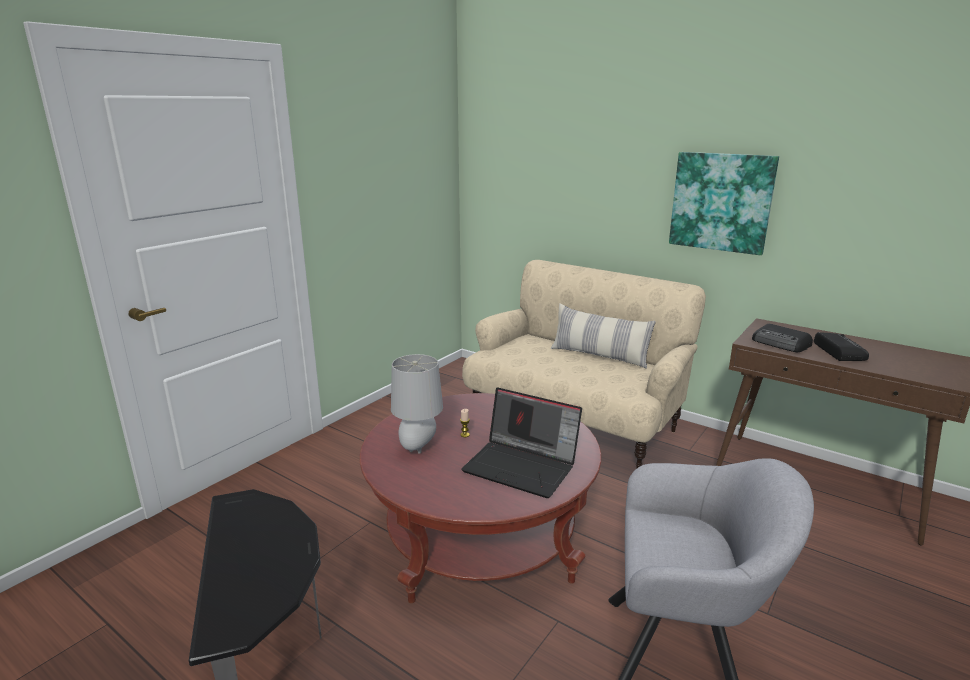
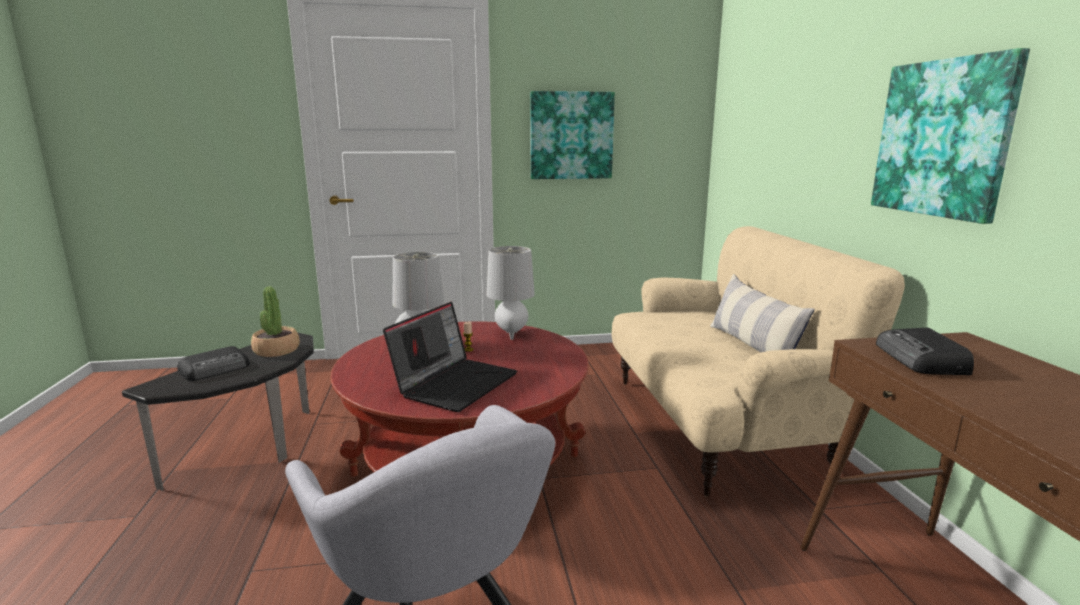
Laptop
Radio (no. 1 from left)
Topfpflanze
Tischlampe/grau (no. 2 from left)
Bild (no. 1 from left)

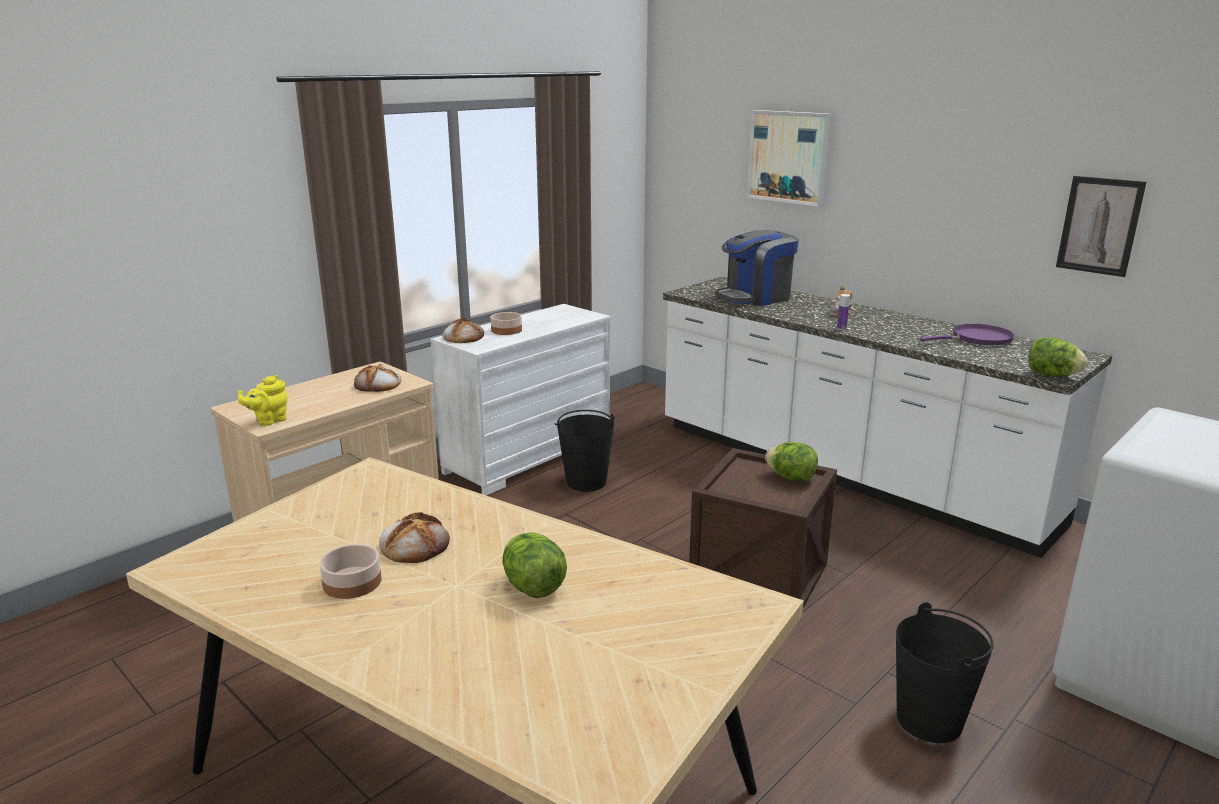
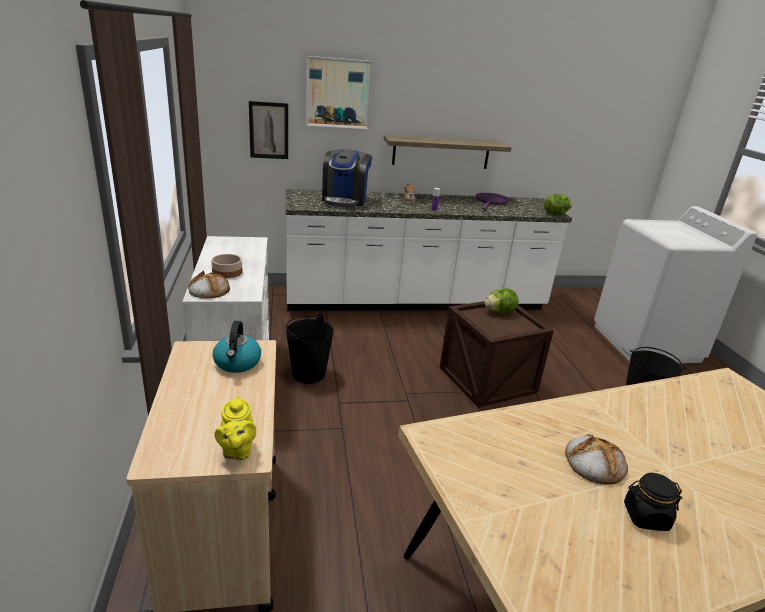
Vorratsglas/schwarz
Wasserkessel
Salatkopf (no. 1 from left in the first image)
Bild (no. 1 from left)
Wandregal

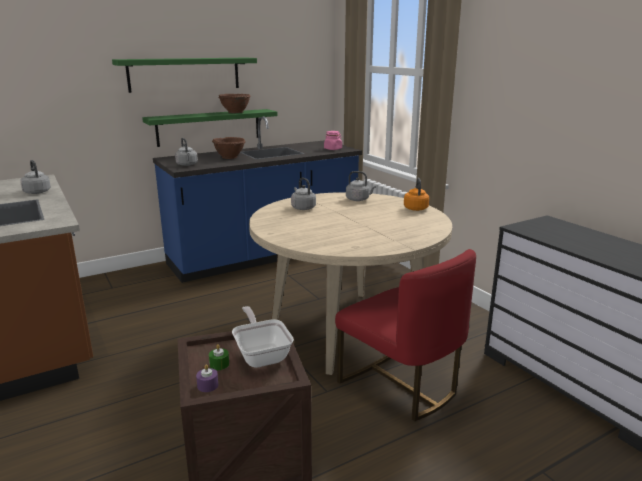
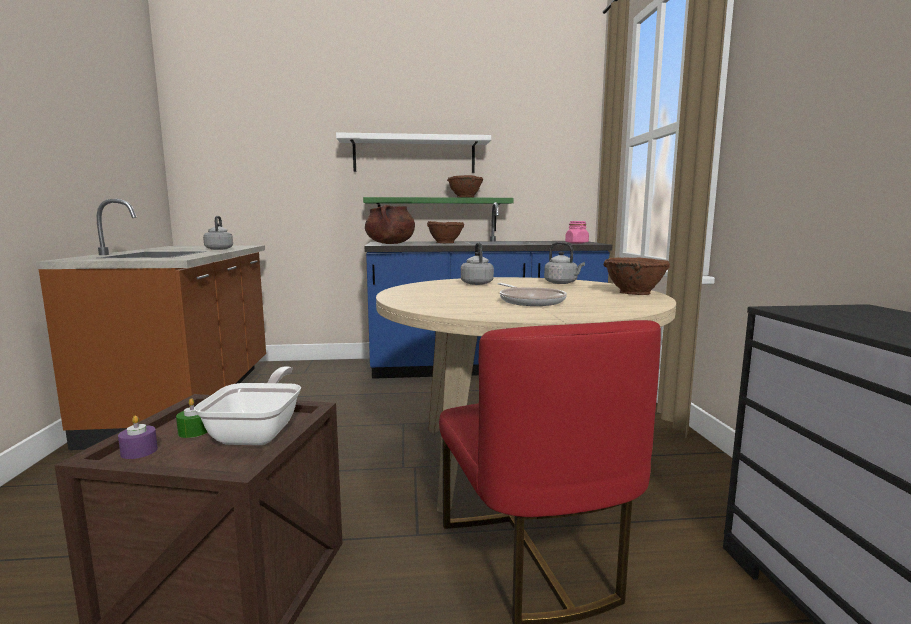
Wandregal/weiß
Kochtopf/braun
Schüssel/braun (no. 3 from left)
Pfanne (no. 2 from left)

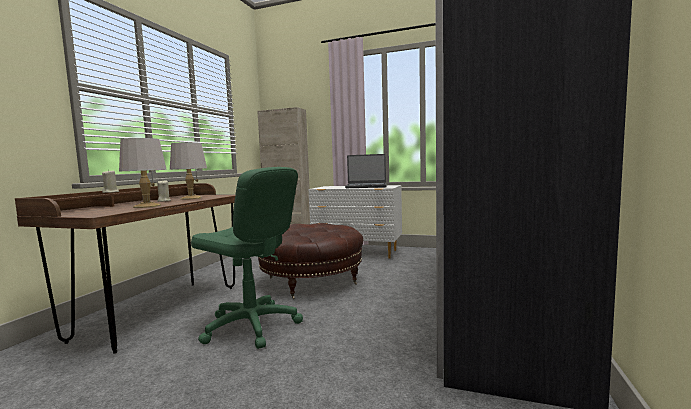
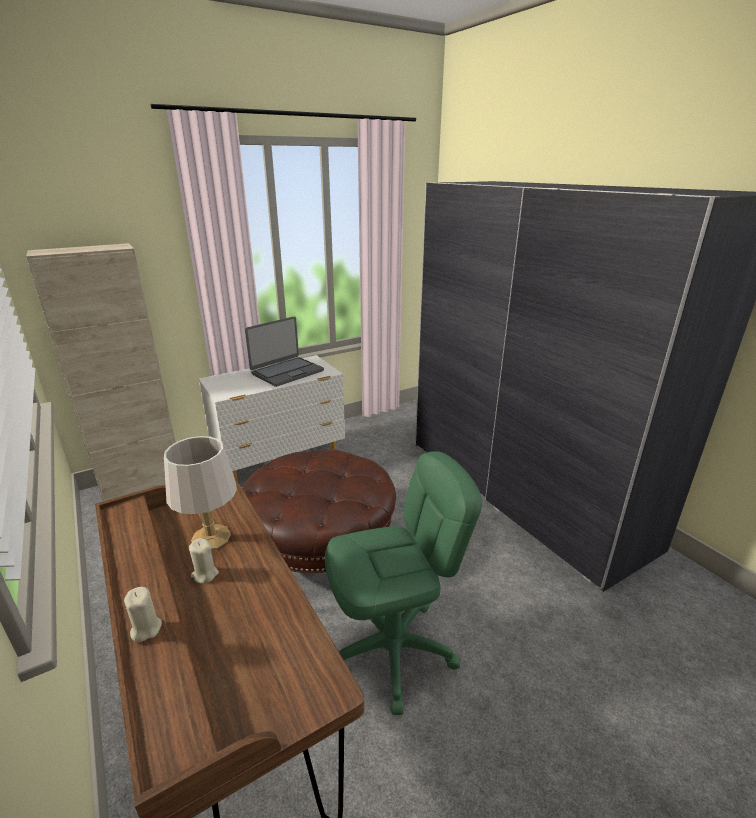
Tischlampe/grau (no. 1 from left in the first image)

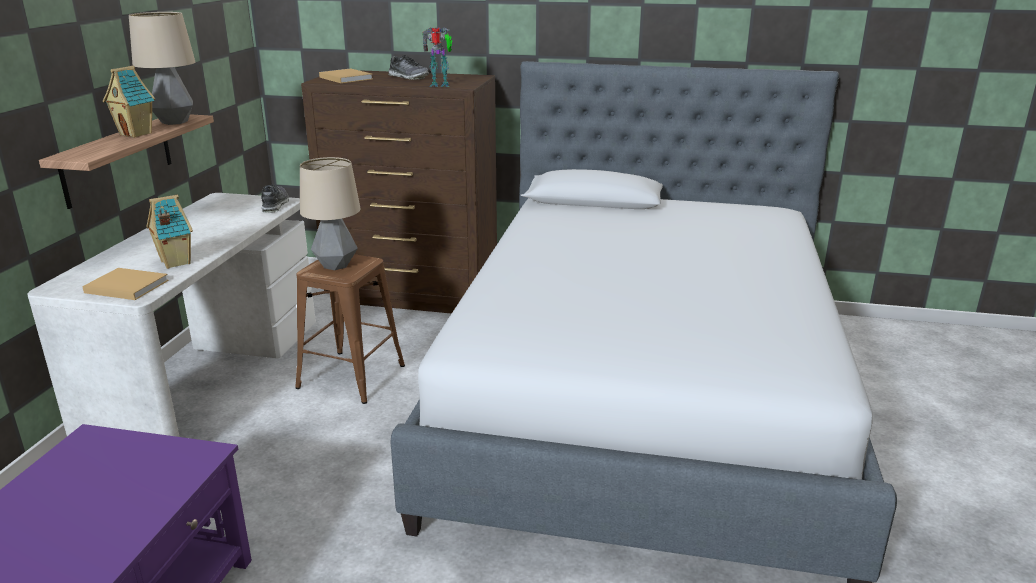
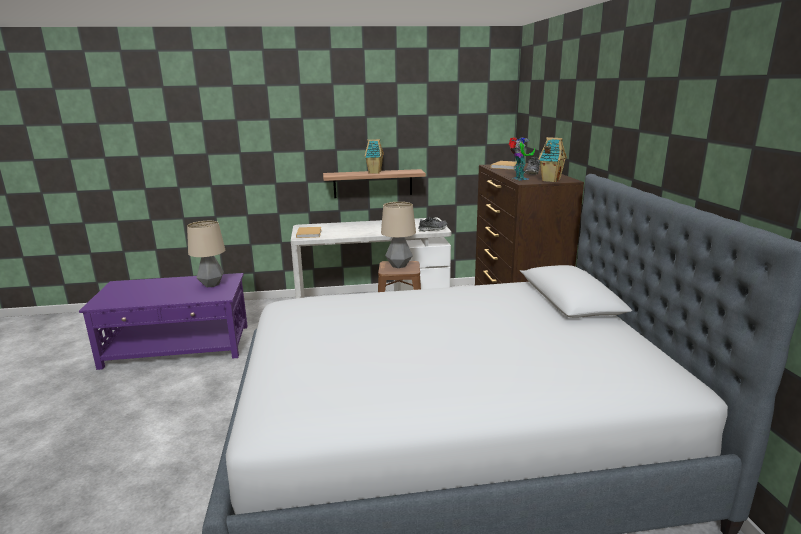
Tischlampe (no. 1 from left)
Spielzeughaus (no. 2 from left)

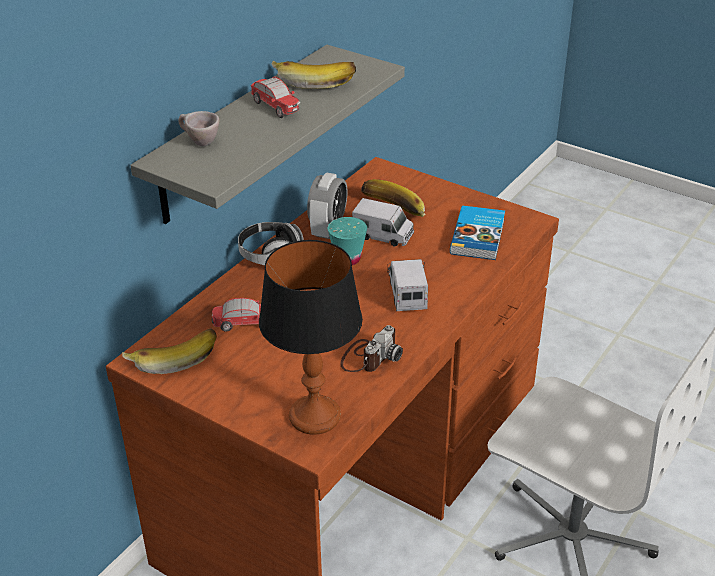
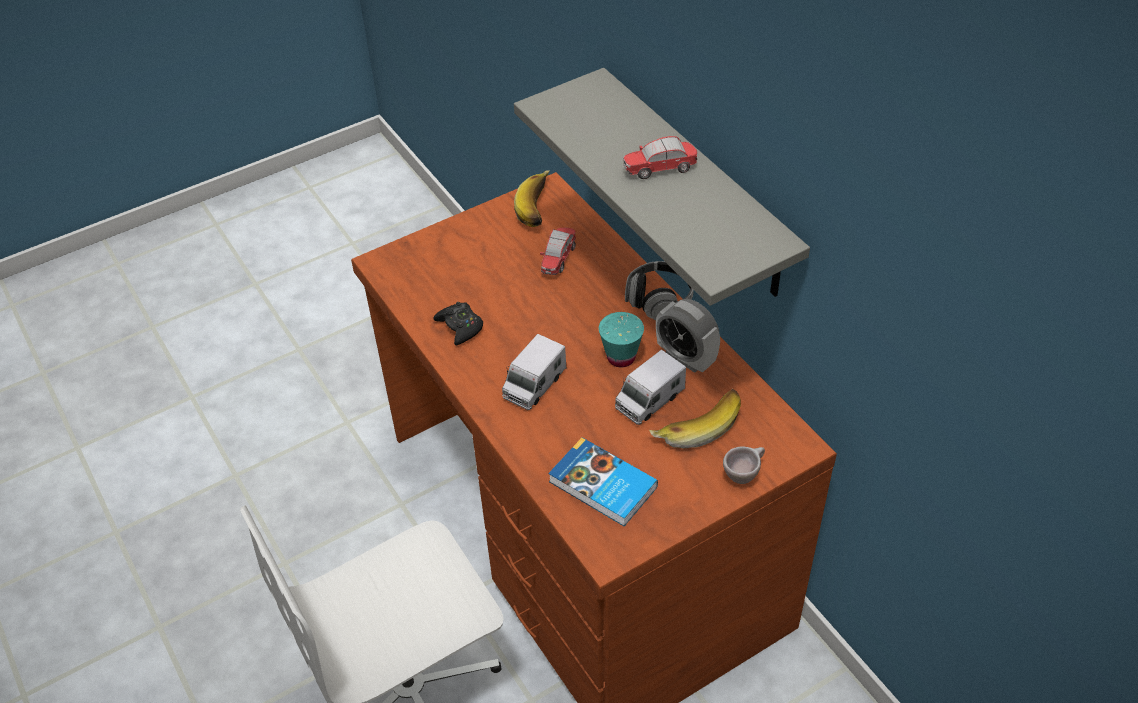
Tasse/beige
Tischlampe
Banane (no. 2 from left in the first image)
Gamepad/schwarz
Spielzeuglaster (no. 1 from left)

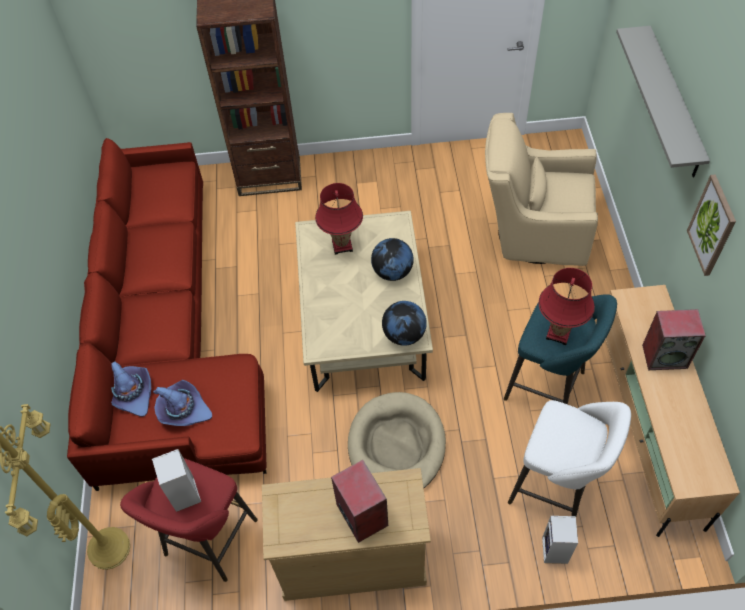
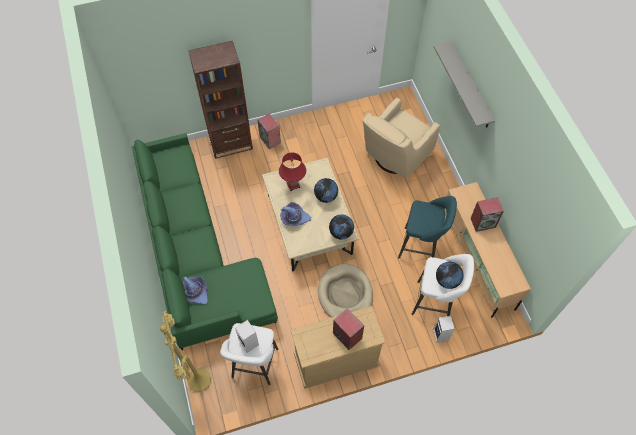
Sofa/grün
Hocker/weiß (no. 1 from left)
Hut/lila (no. 2 from left)
Sessel/beige
Tischlampe/rot (no. 2 from left in the first image)
Bild
Lautsprecher (no. 2 from left)
Globus (no. 3 from left)

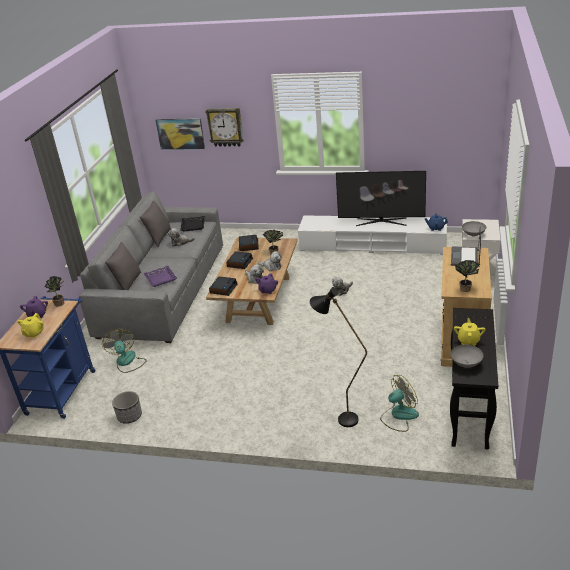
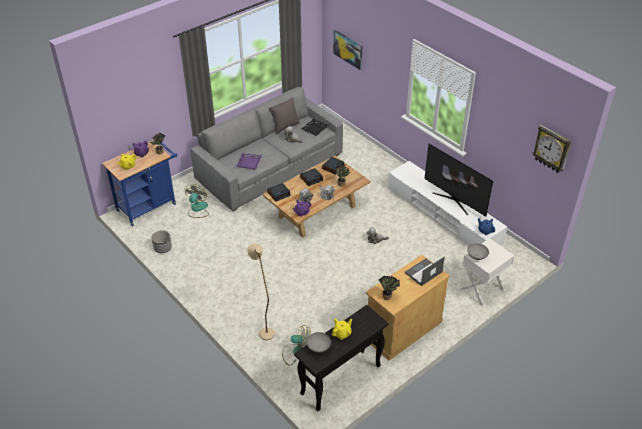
Kissen/grau (no. 1 from left in the first image)
Wanduhr
Stehlampe/beige

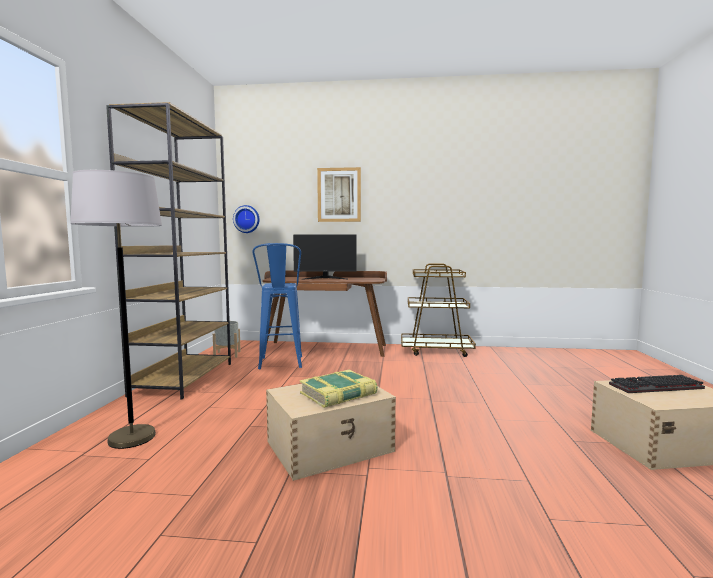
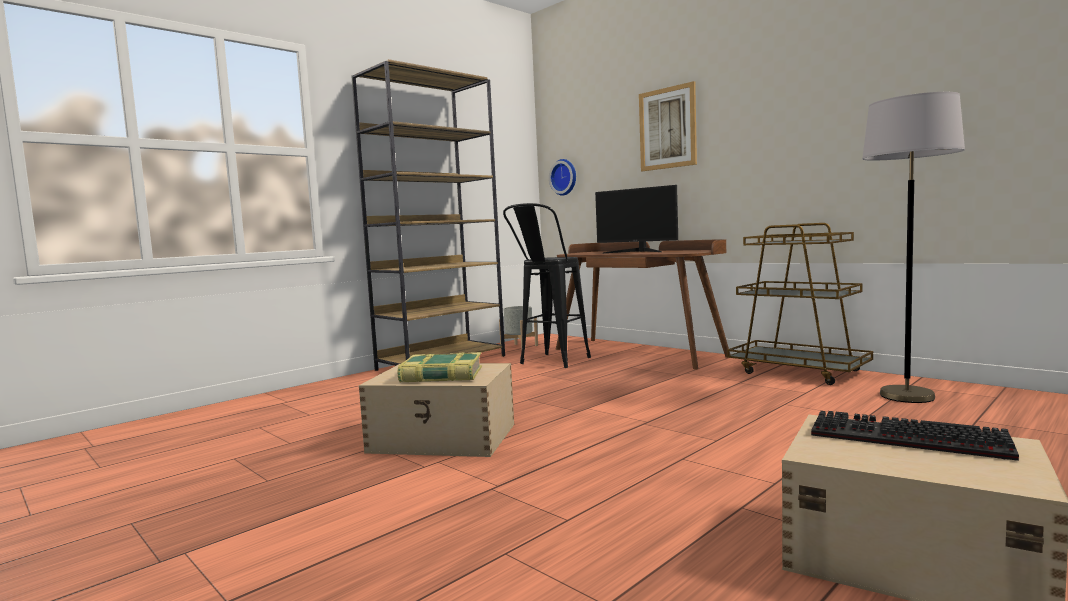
Stehlampe/grau
Hocker/schwarz

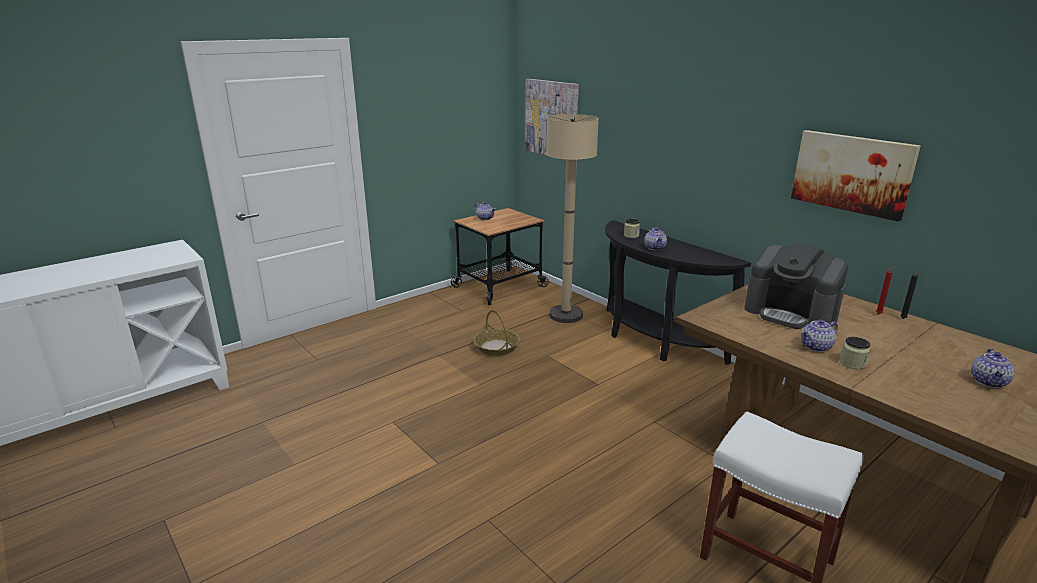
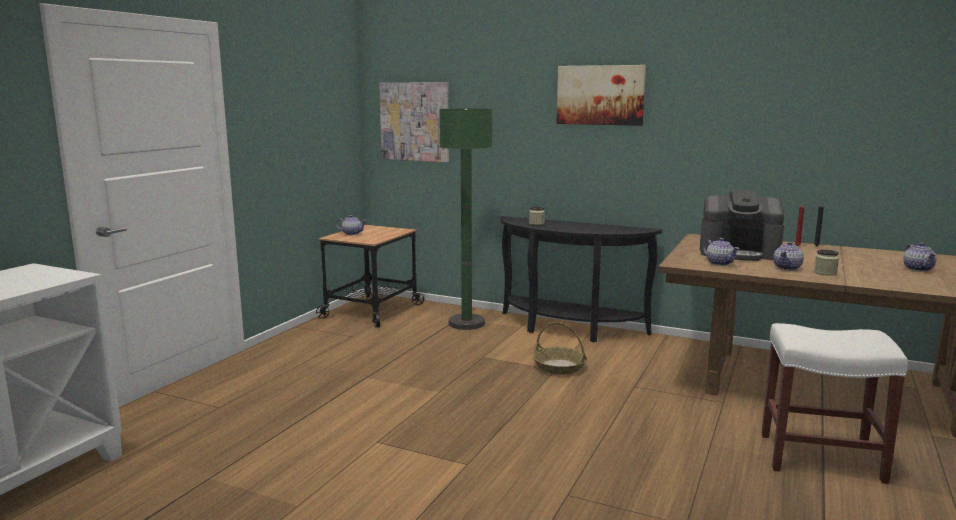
Korb
Stehlampe/grün
Teekanne (no. 2 from left)
Bild (no. 2 from left)

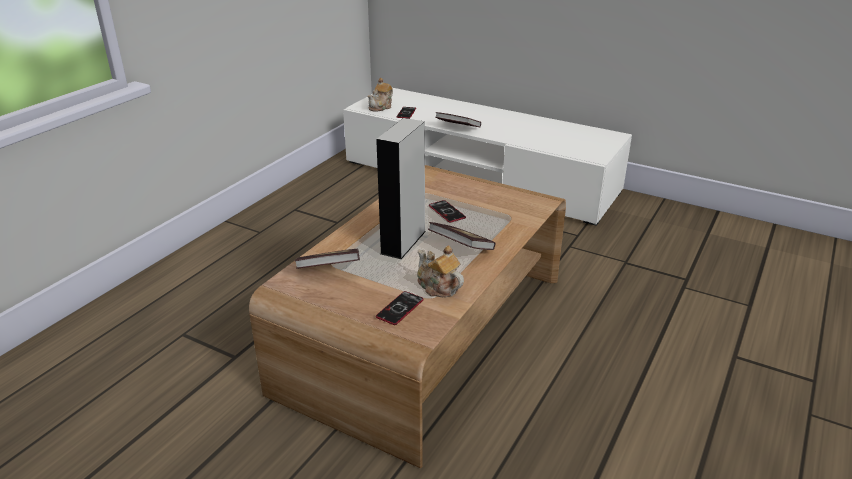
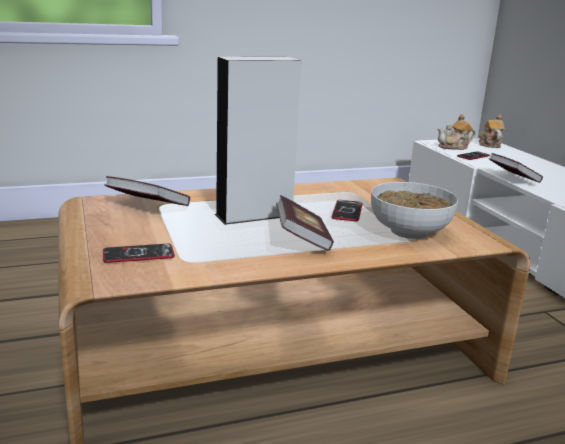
Teekanne (no. 2 from left)
Schüssel

